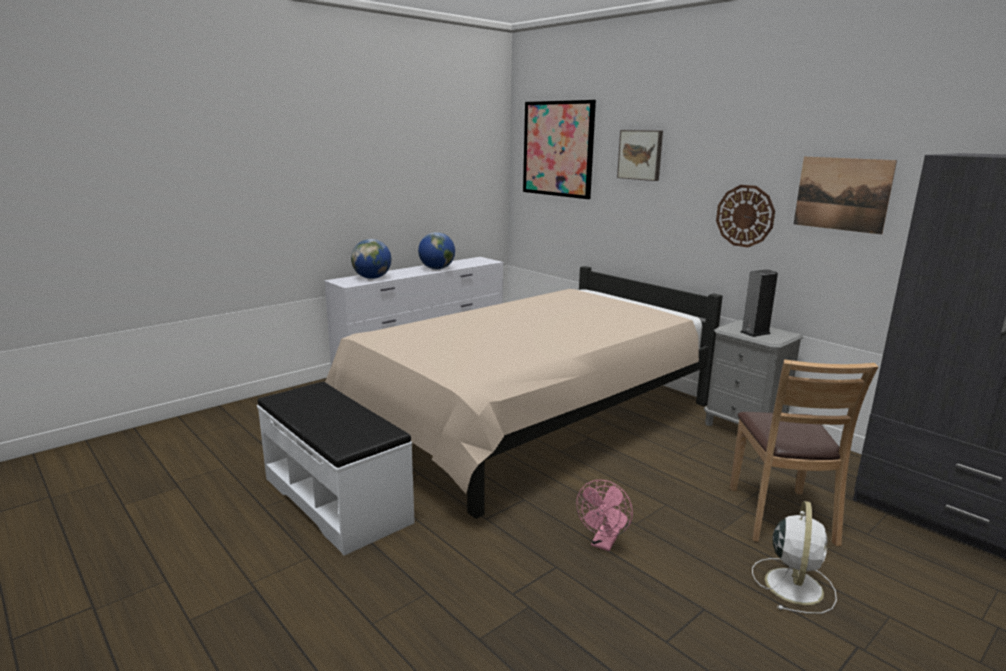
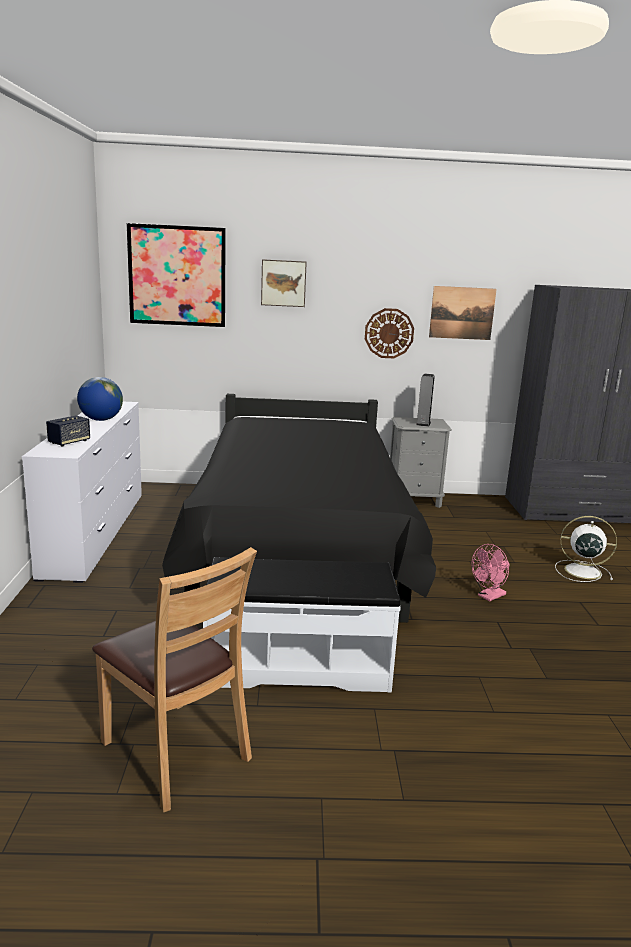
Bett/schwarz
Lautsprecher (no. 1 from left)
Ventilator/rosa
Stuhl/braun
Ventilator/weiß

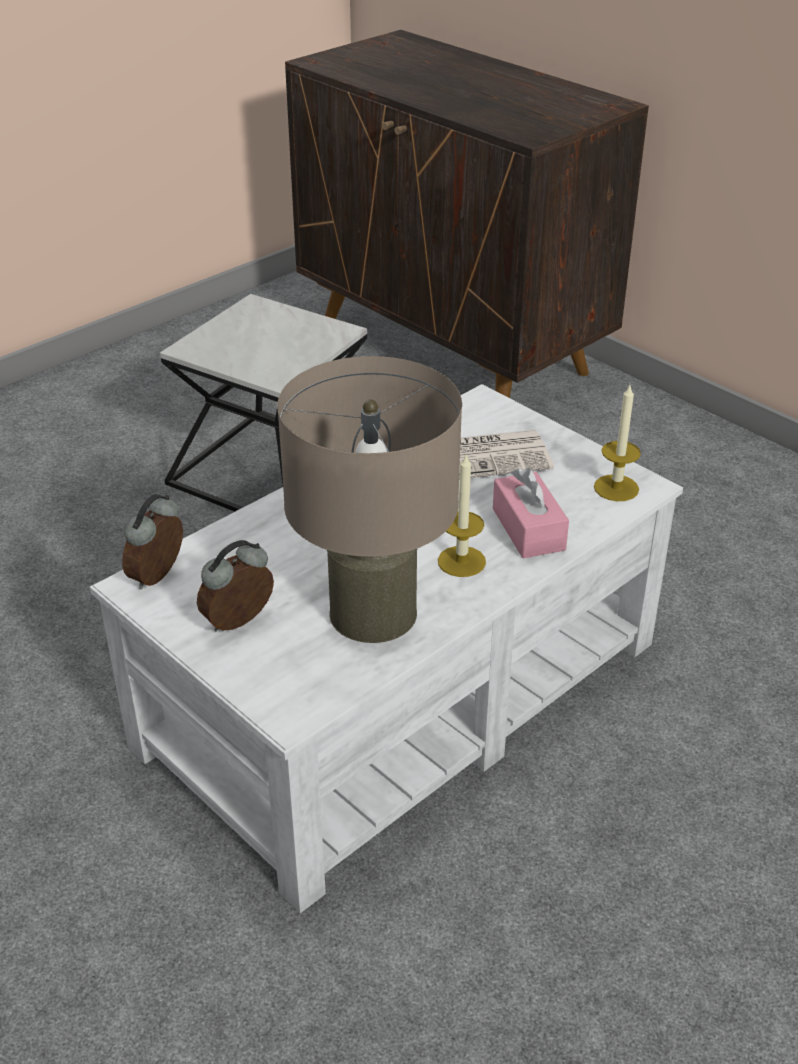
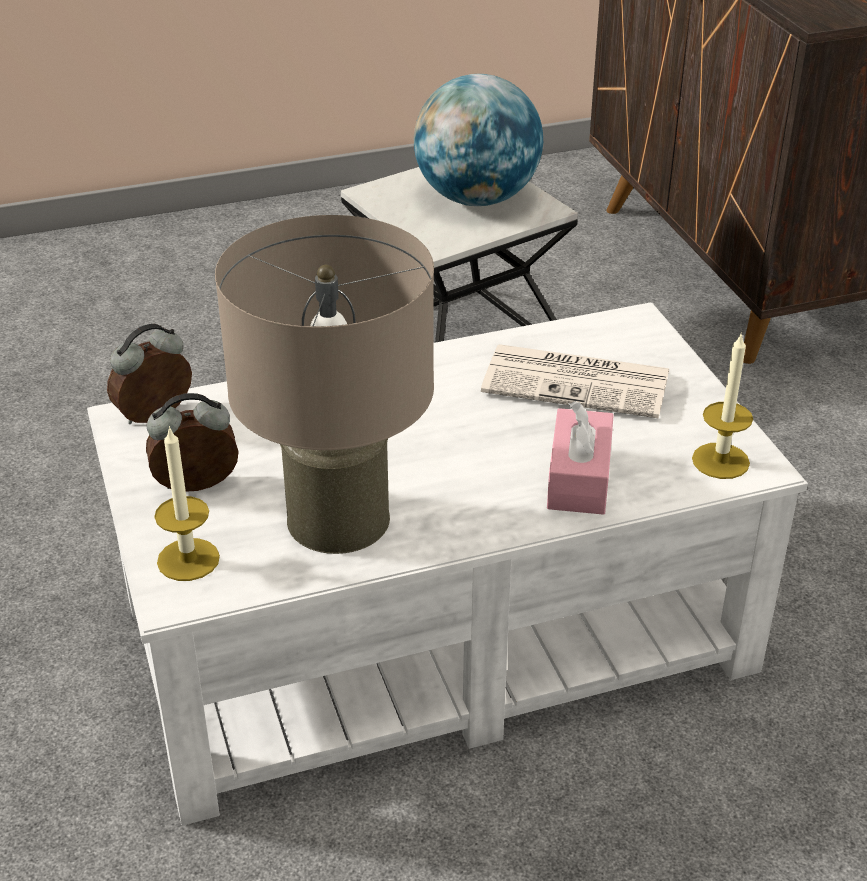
Kerze (no. 1 from left)
Globus

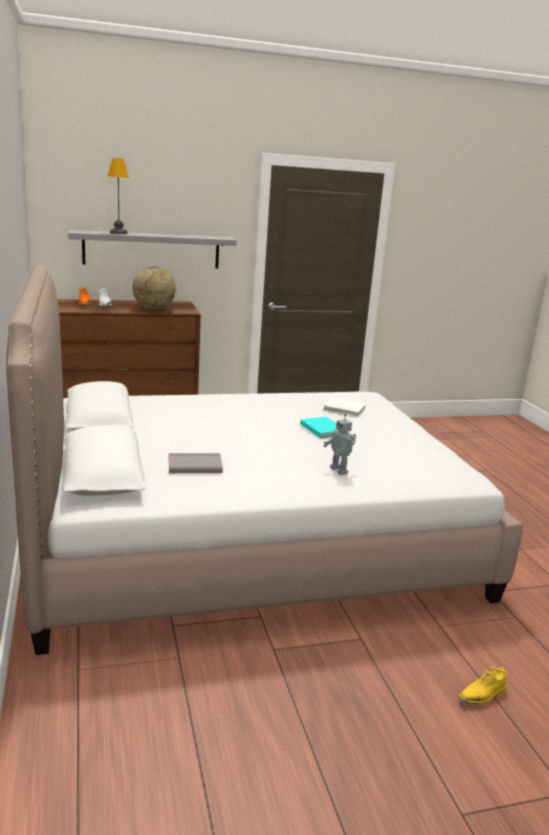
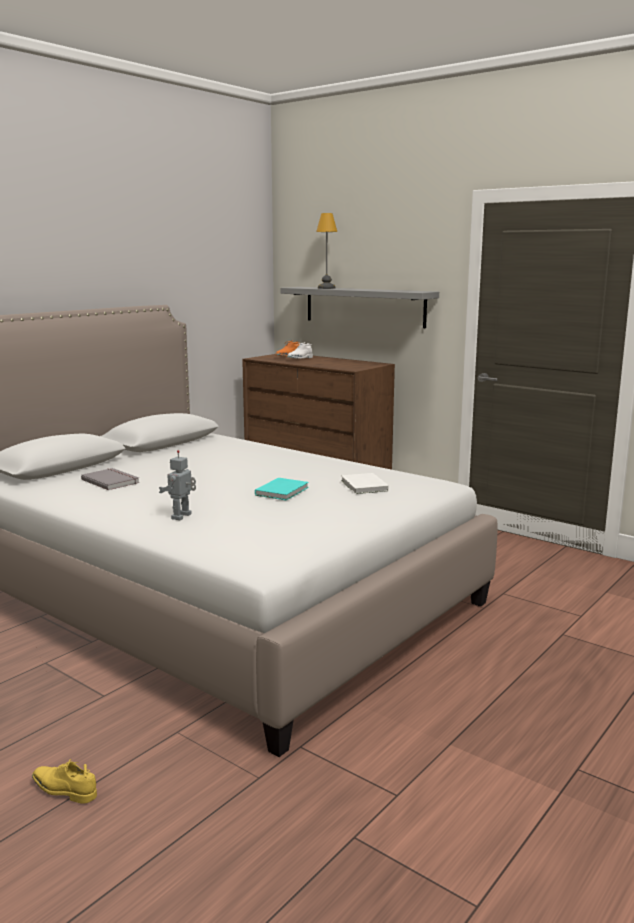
Globus

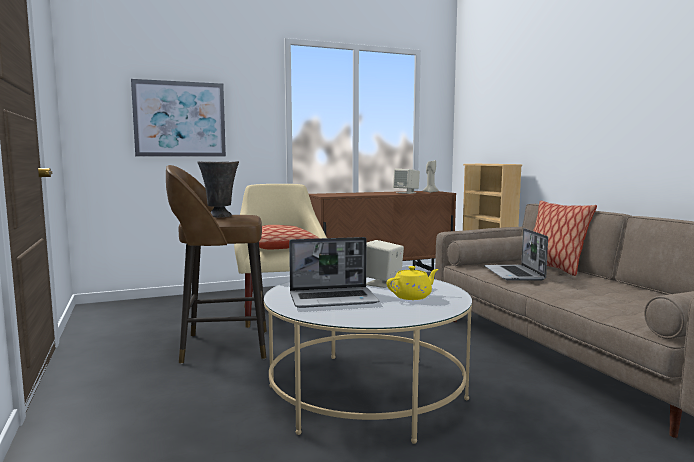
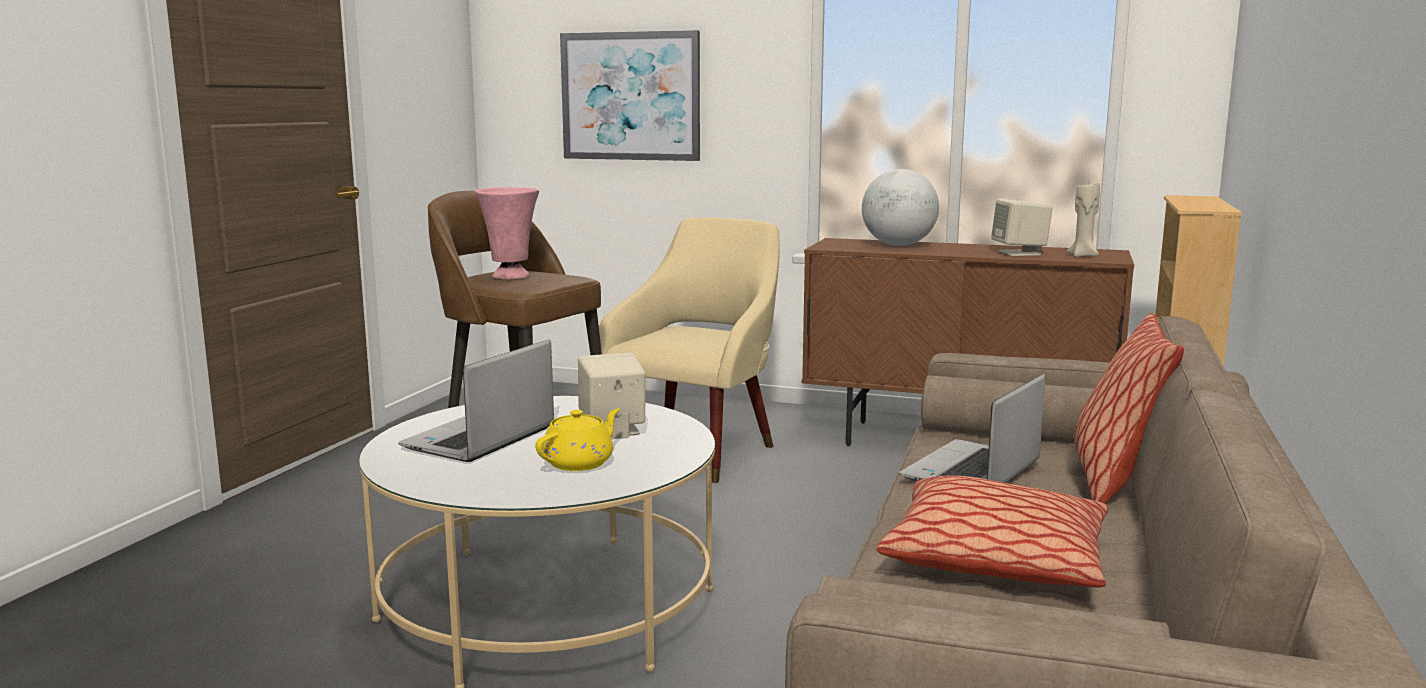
Vase/rosa
Kissen (no. 1 from left)
Laptop (no. 1 from left)
Teekanne/gelb
Globus

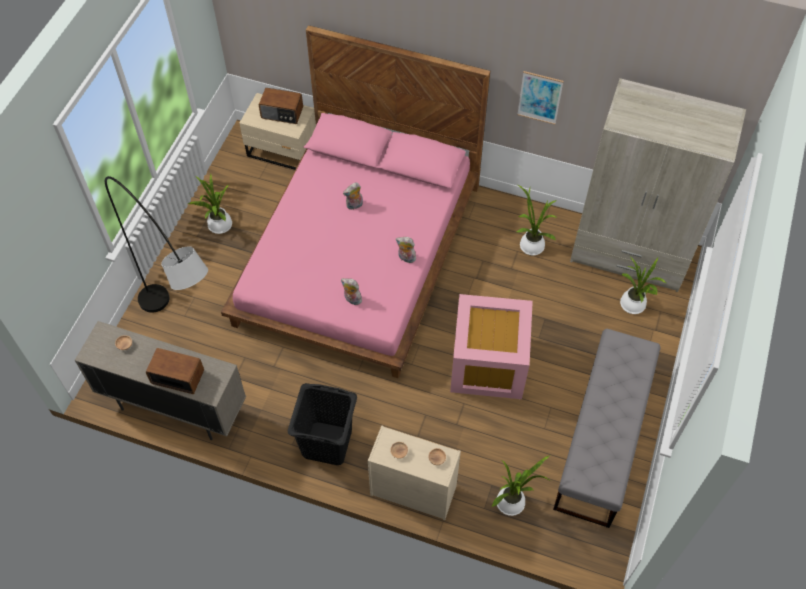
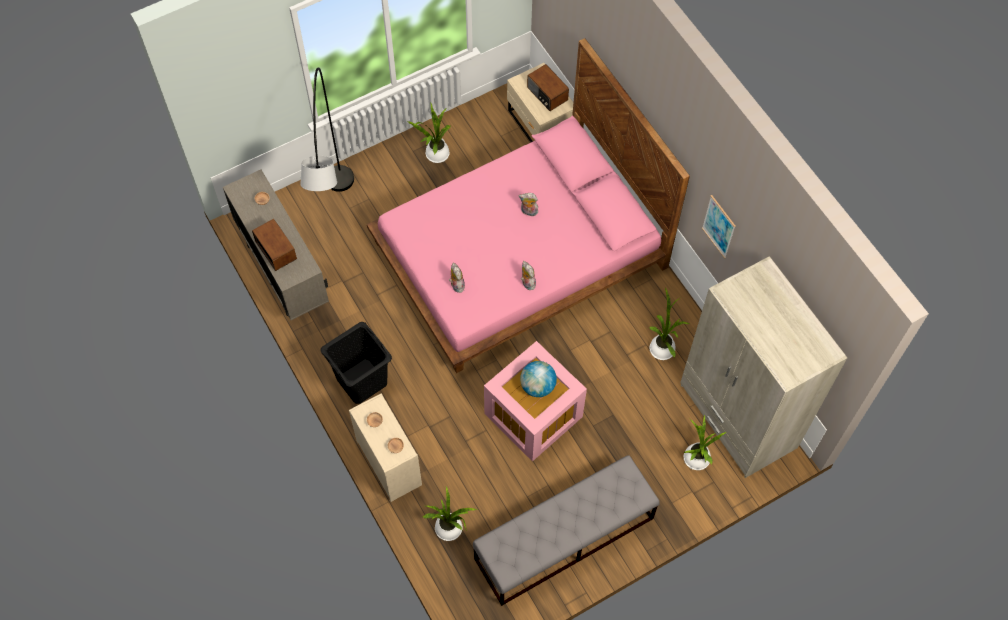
Globus

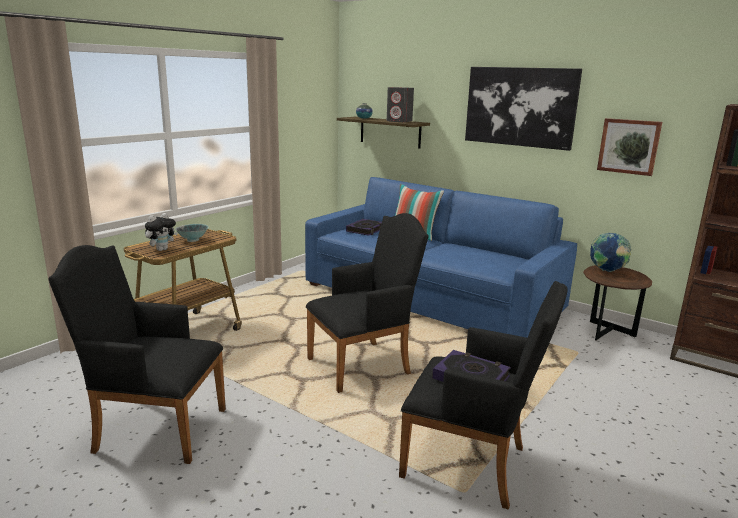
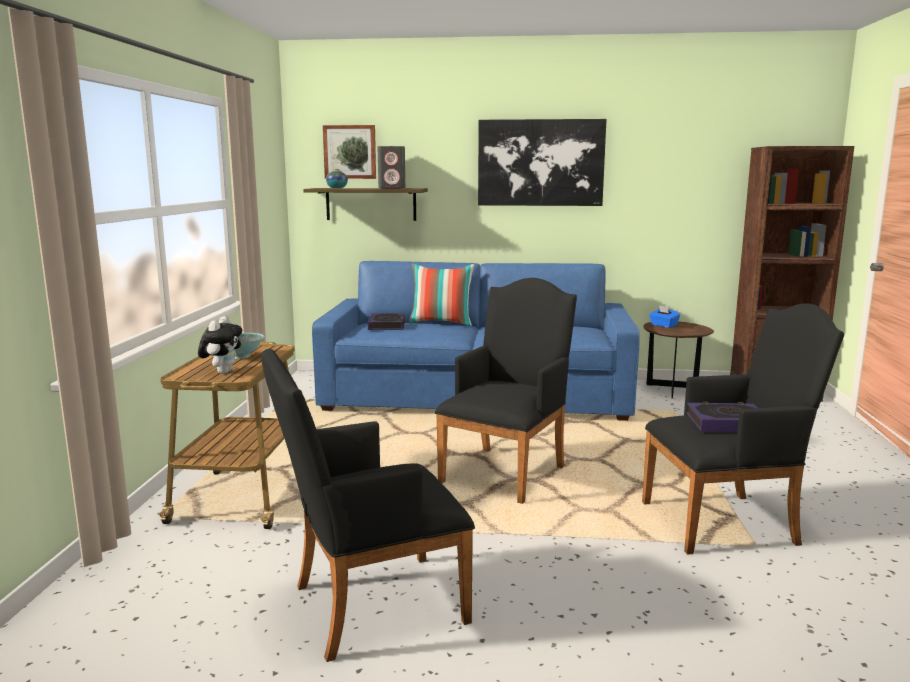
Taschentuchbox/blau
Bild (no. 1 from left)

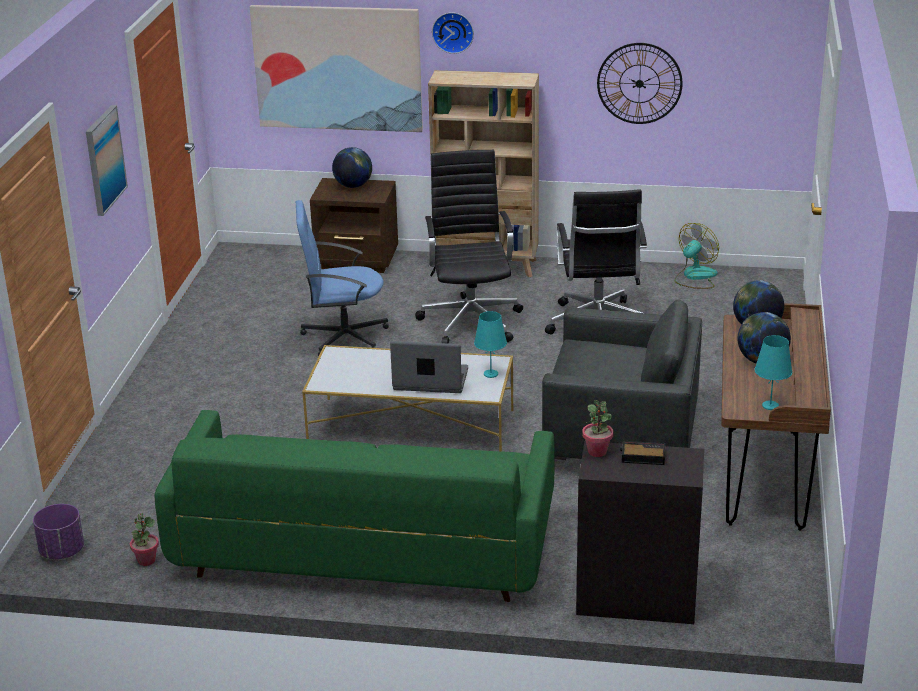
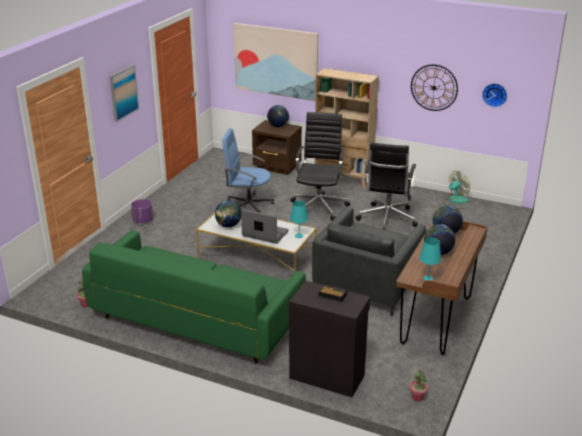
Pflanzkübel/lila
Wanduhr (no. 2 from left)
Sessel/grau
Topfpflanze (no. 2 from left)
Globus (no. 1 from left)

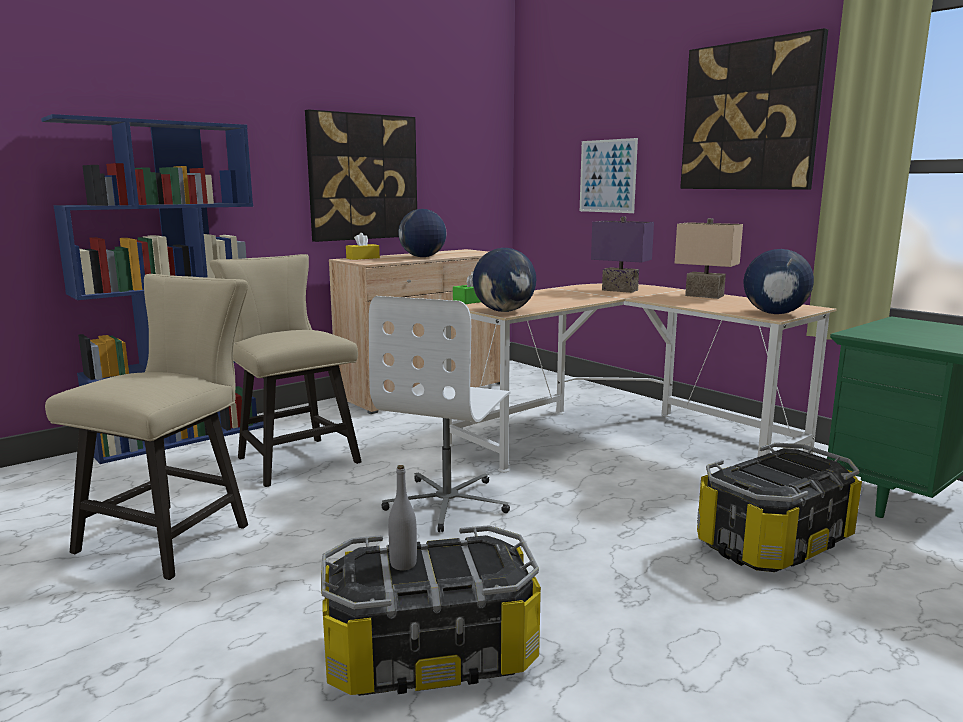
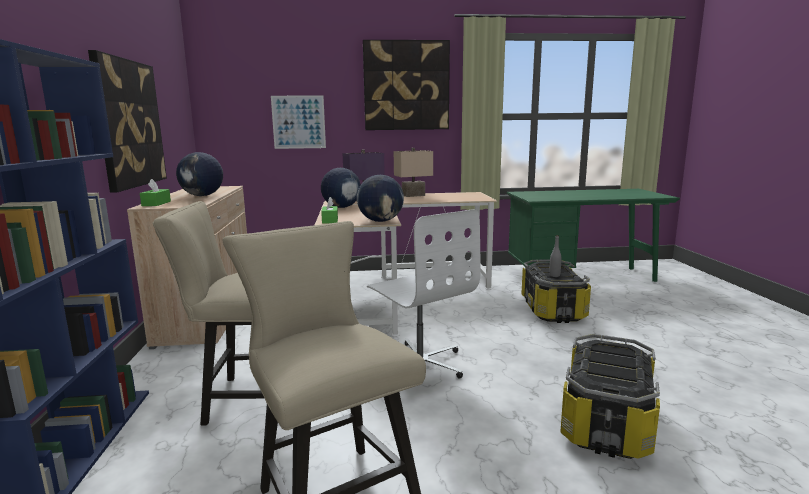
Taschentuchbox/grün (no. 1 from left)
Flasche/grau
Globus (no. 2 from left)

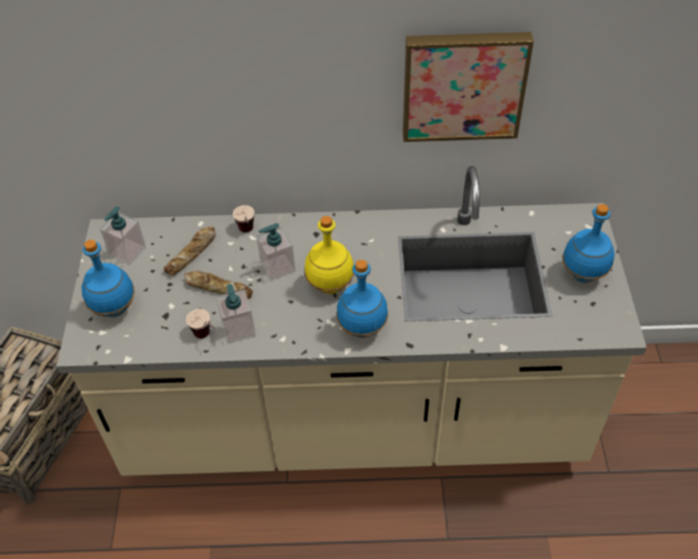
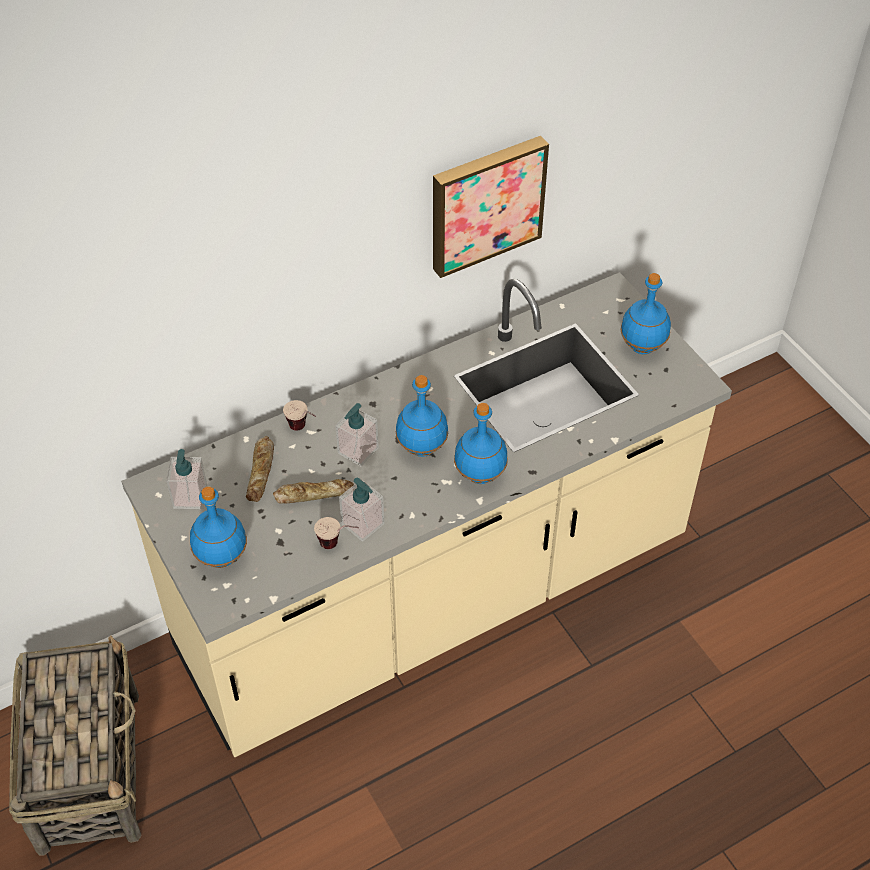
Flasche/blau (no. 2 from left)

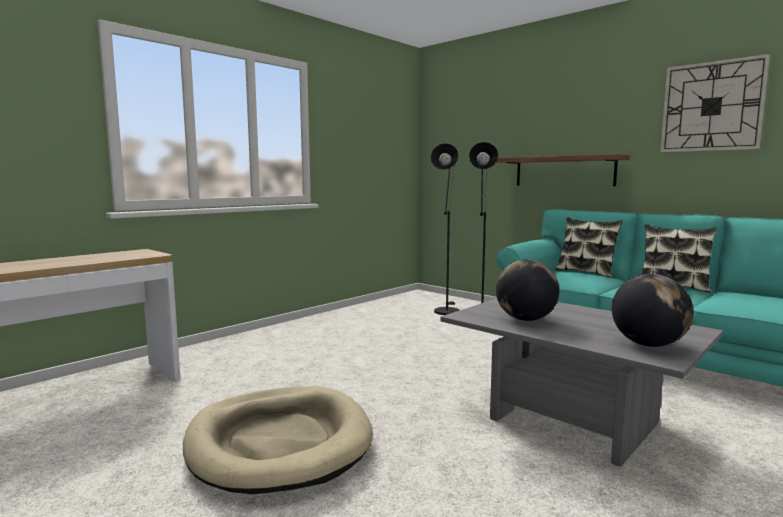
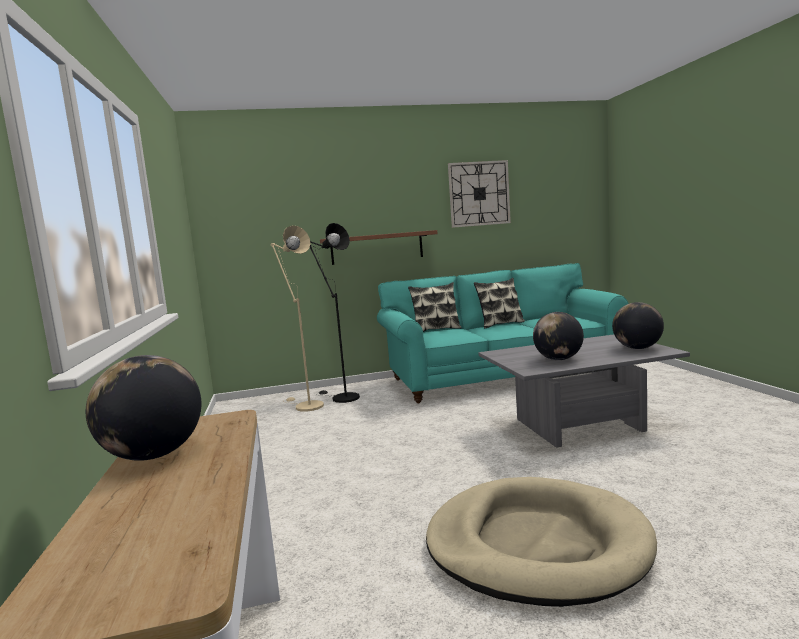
Stehlampe/beige
Globus (no. 1 from left)

